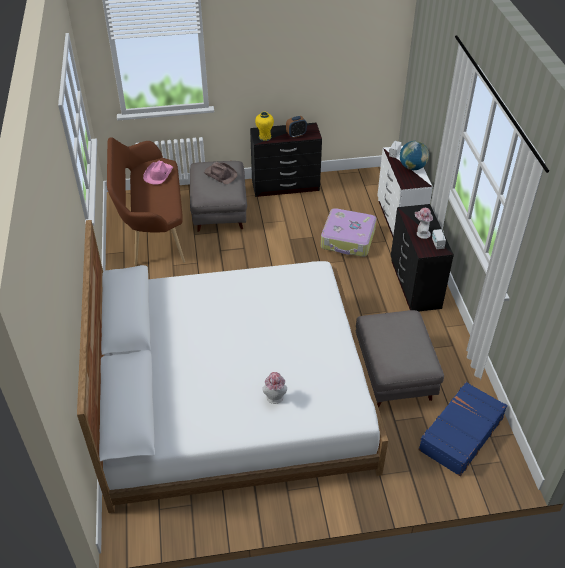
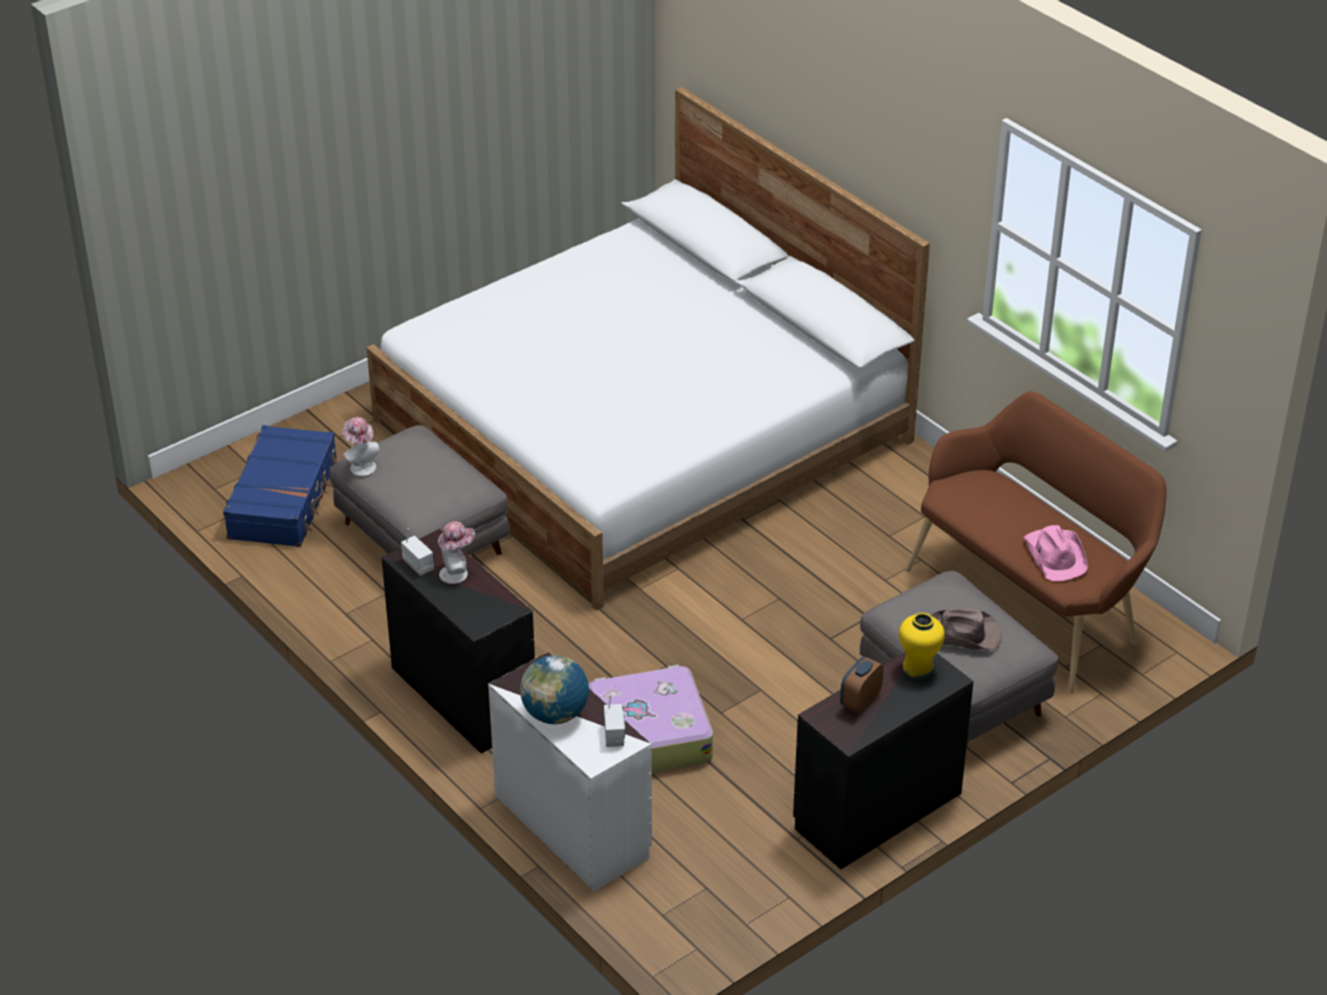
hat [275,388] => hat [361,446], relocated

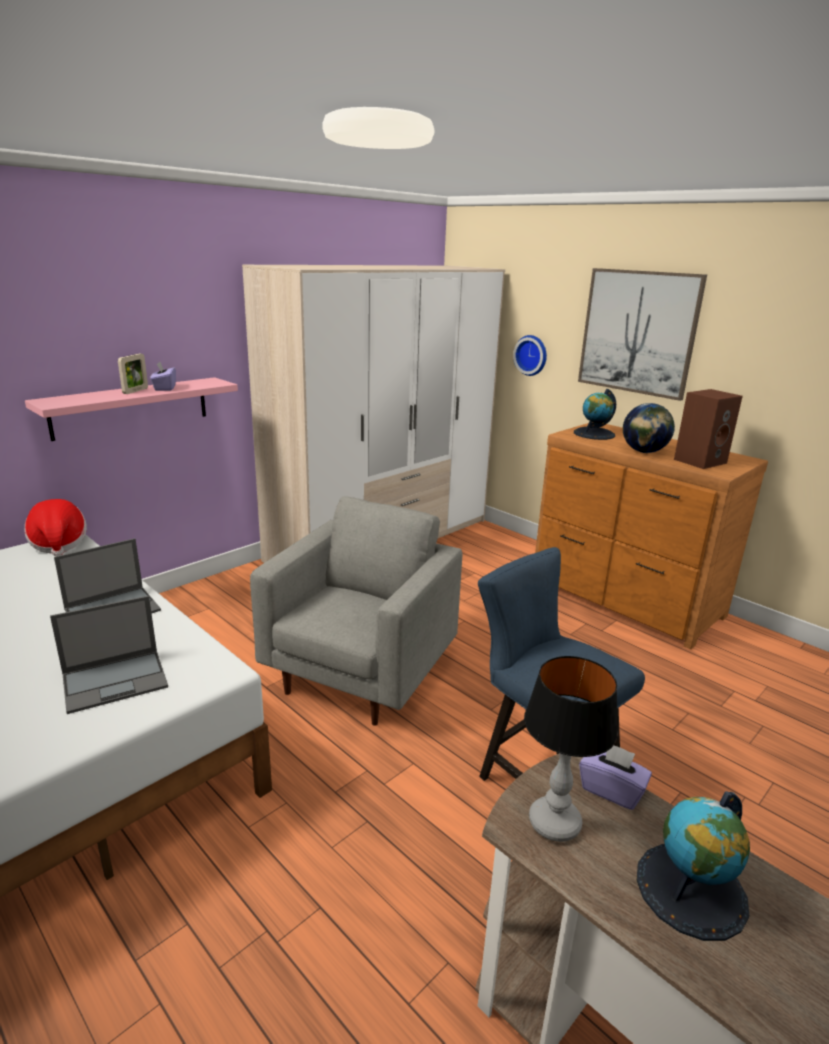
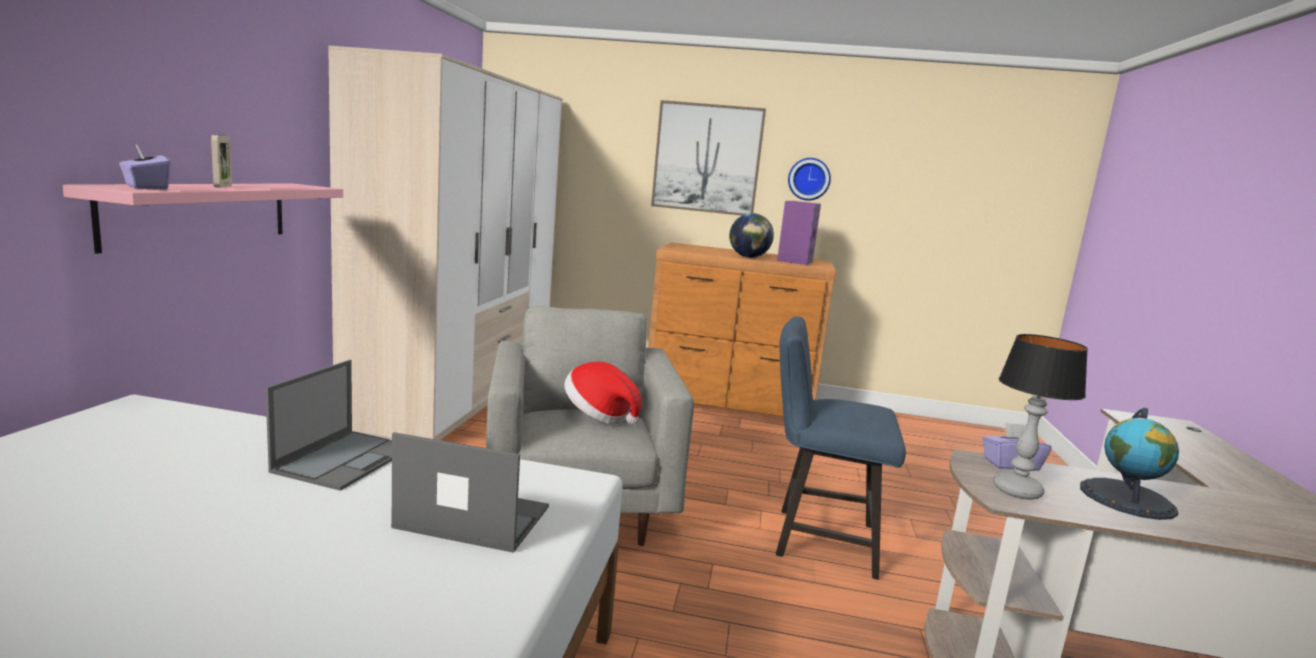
world globe [595,414] => nothing
hat [56,527] => hat [603,393], relocated
tissue box/purple-coloured [163,376] => tissue box/purple-coloured [145,167], relocated
clock on the wall [530,355] => clock on the wall [809,179], relocated
loudspeaker/brownish [708,429] => loudspeaker/purple-coloured [799,233]
portable computer [109,655] => portable computer [470,492], 105 degrees counterclockwise

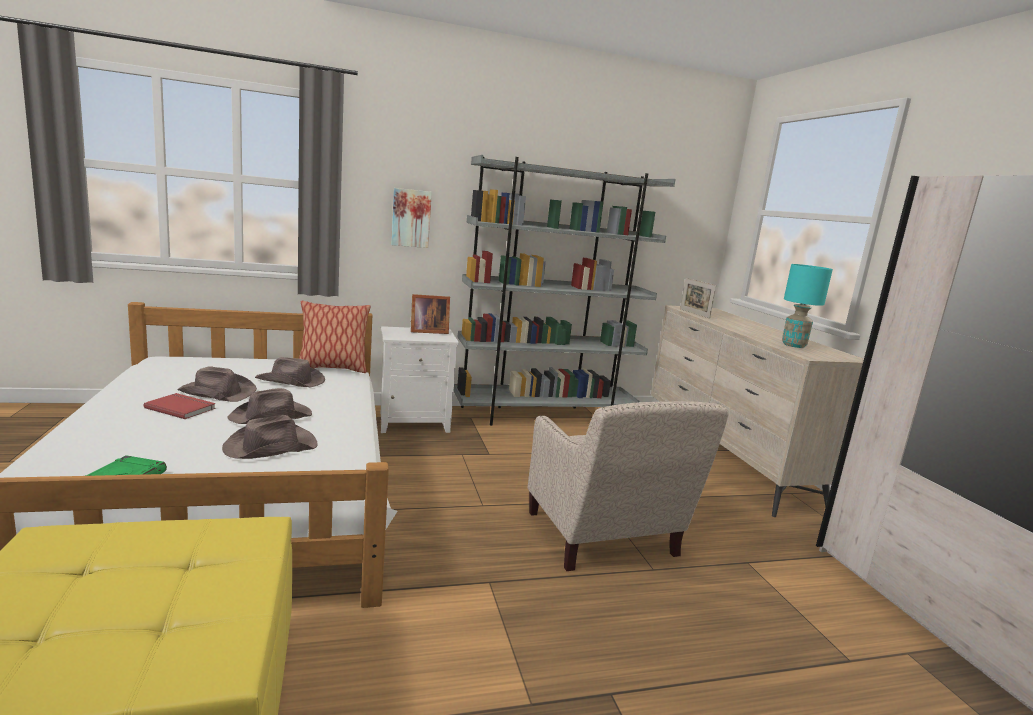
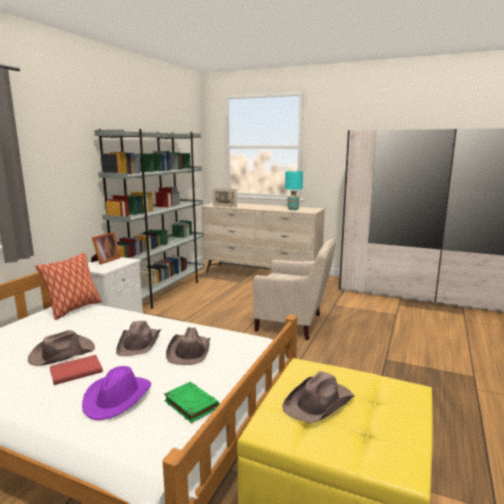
wall picture [411,218] => nothing
nothing => hat/purple-coloured [116,393]
hat/brownish [290,372] => hat/brownish [318,397], relocated

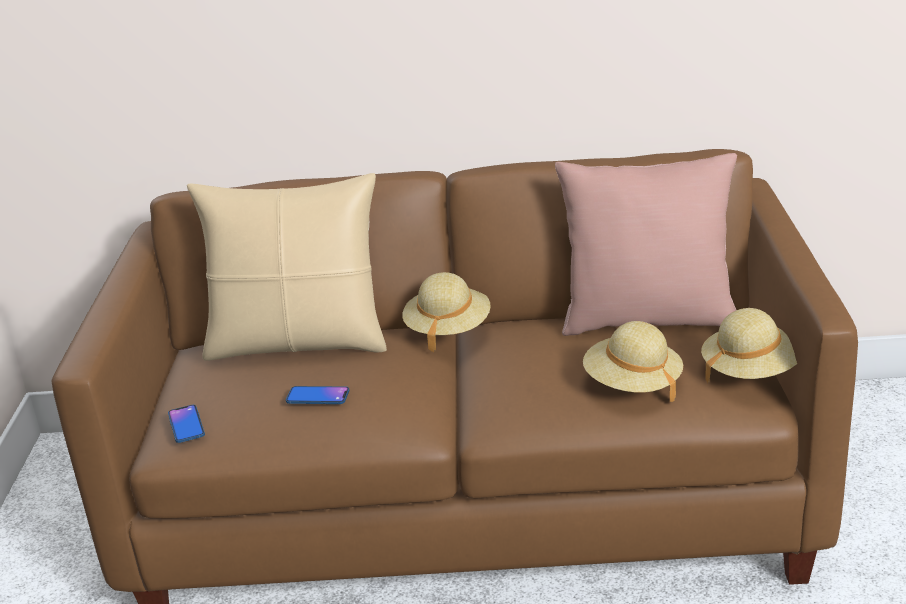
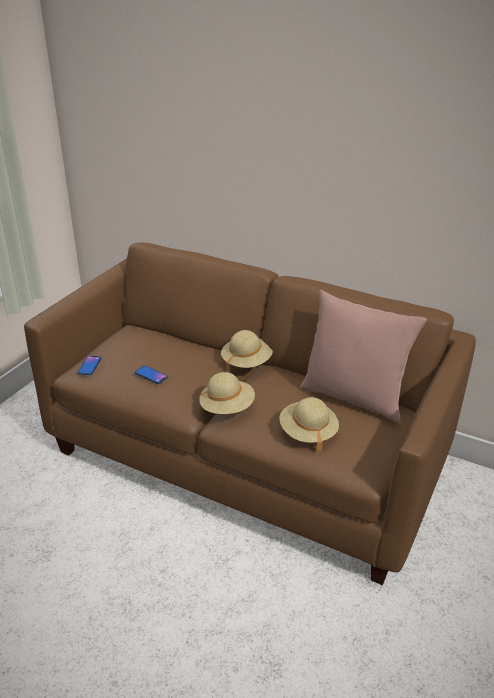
pillow/beige-coloured [287,267] => nothing
hat/beige-coloured [749,345] => hat/beige-coloured [227,393], relocated

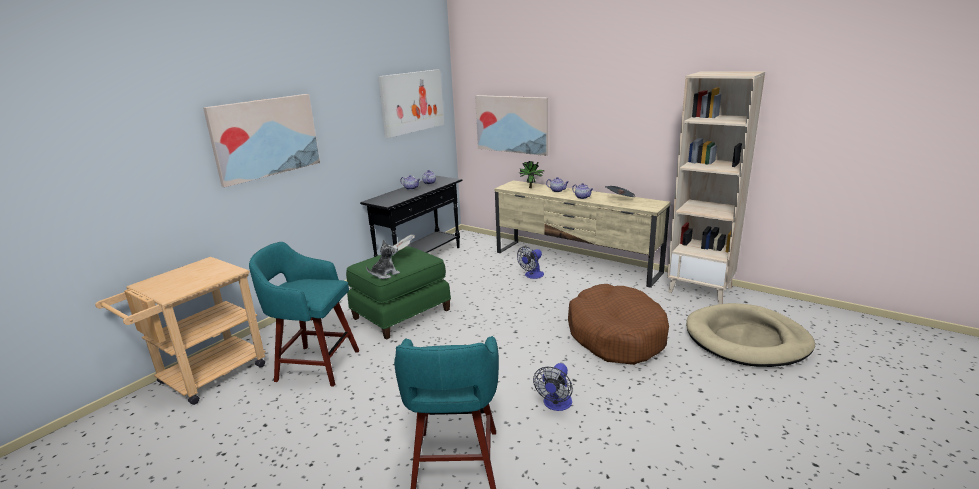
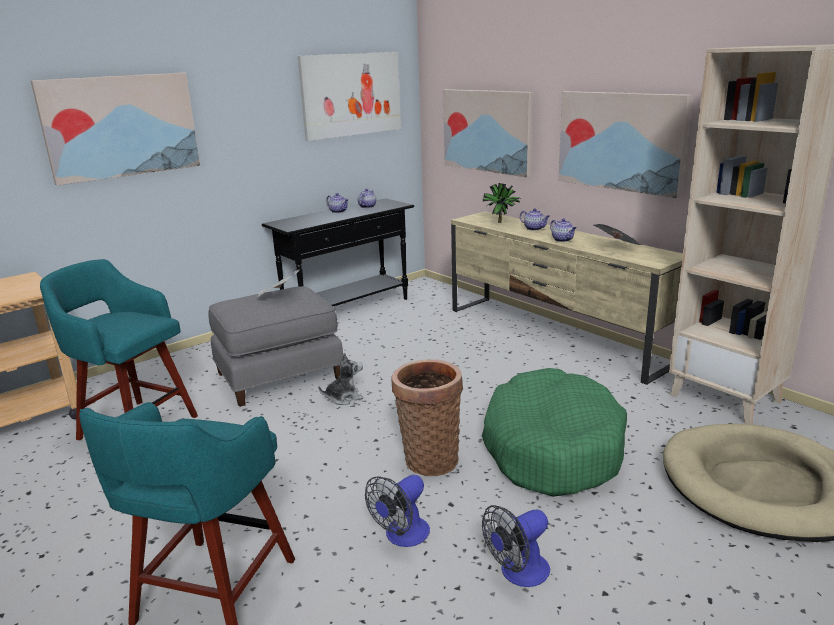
nothing => household basket [427,417]
nothing => wall picture [625,145]
cuddly toy [383,259] => cuddly toy [340,379], relocated
cooling fan [530,262] => cooling fan [516,546], relocated
footrest/green-coloured [398,293] => footrest/gray [275,346]
dog cushion/brownish [618,324] => dog cushion/green-coloured [554,432]

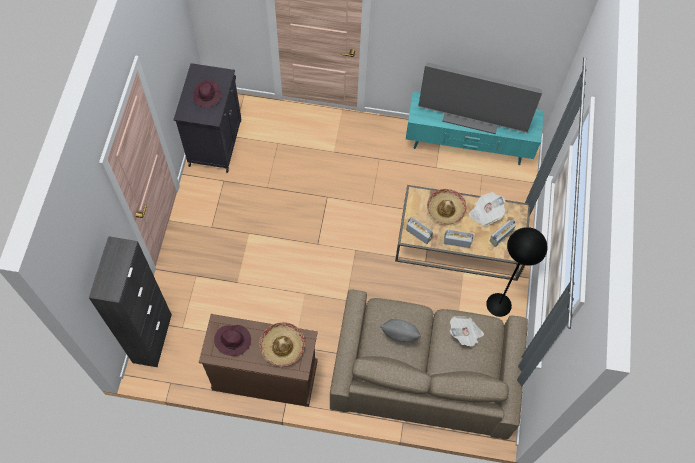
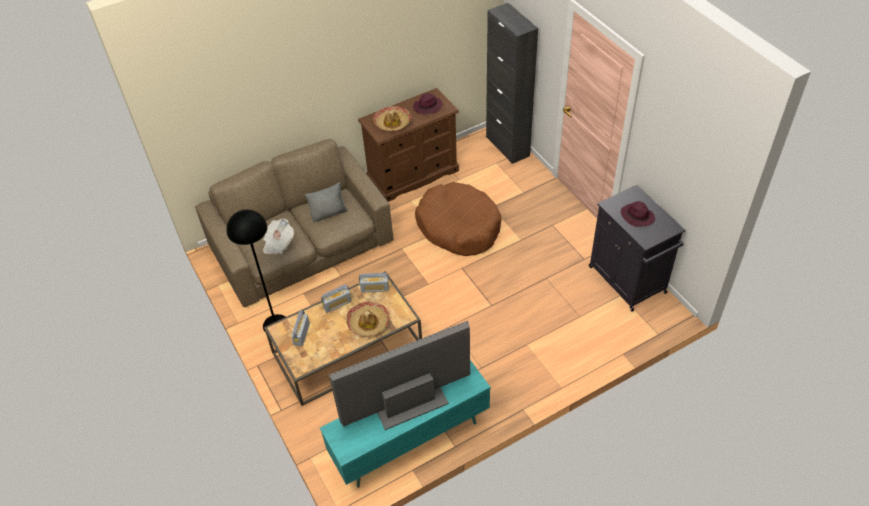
printed paper [487,209] => nothing
nothing => dog cushion/brownish [458,219]

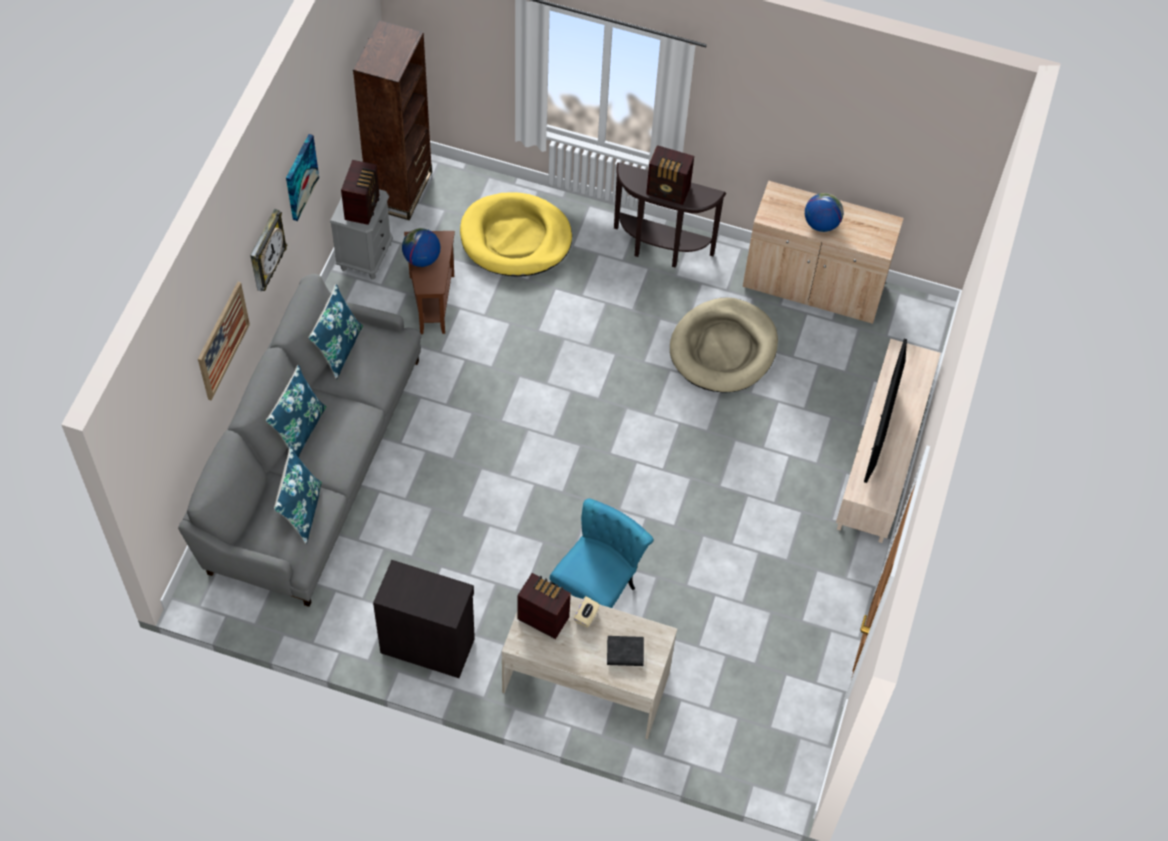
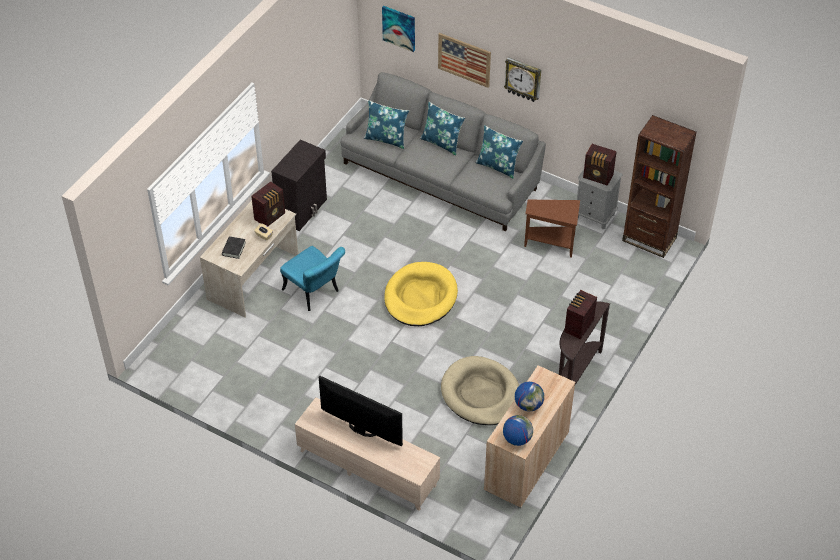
wall picture [302,177] => wall picture [398,29], relocated
world globe [421,247] => world globe [518,430], relocated
dog cushion/yellow-coloured [516,234] => dog cushion/yellow-coloured [421,294], relocated

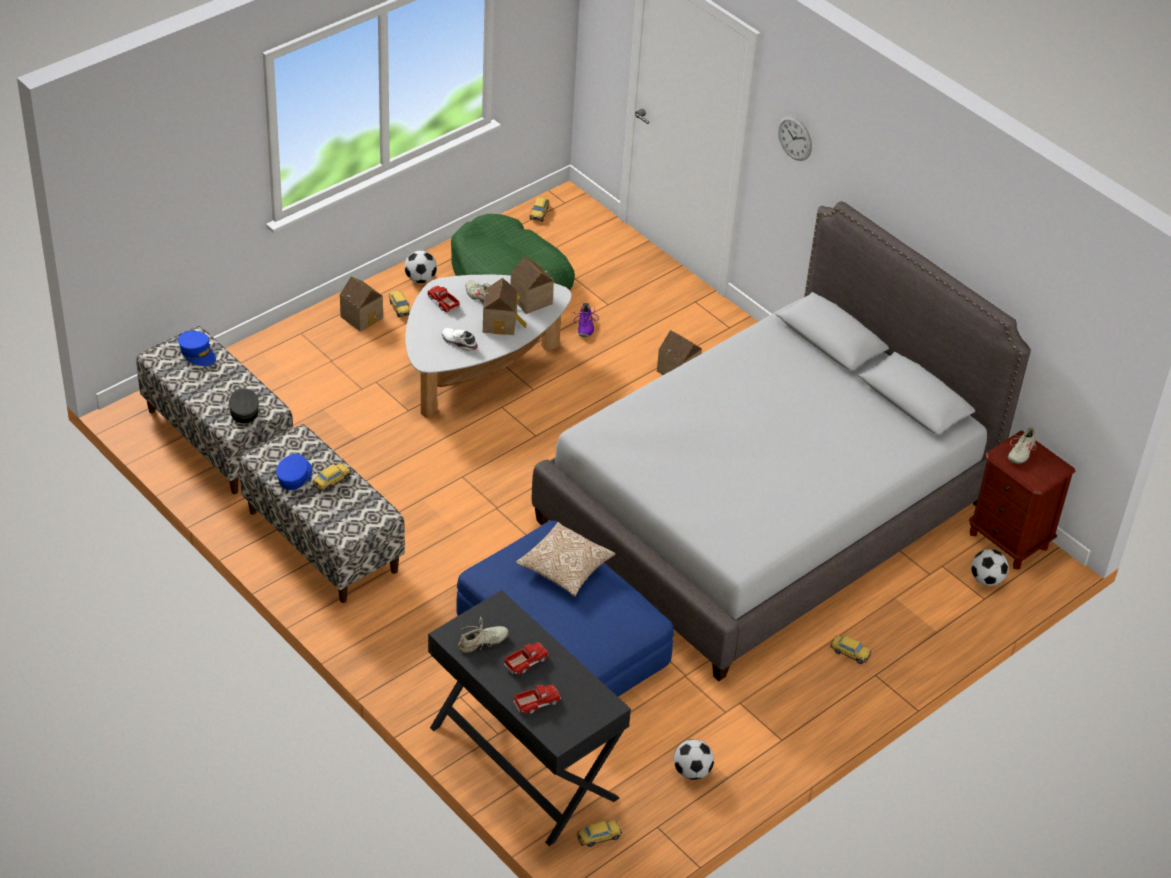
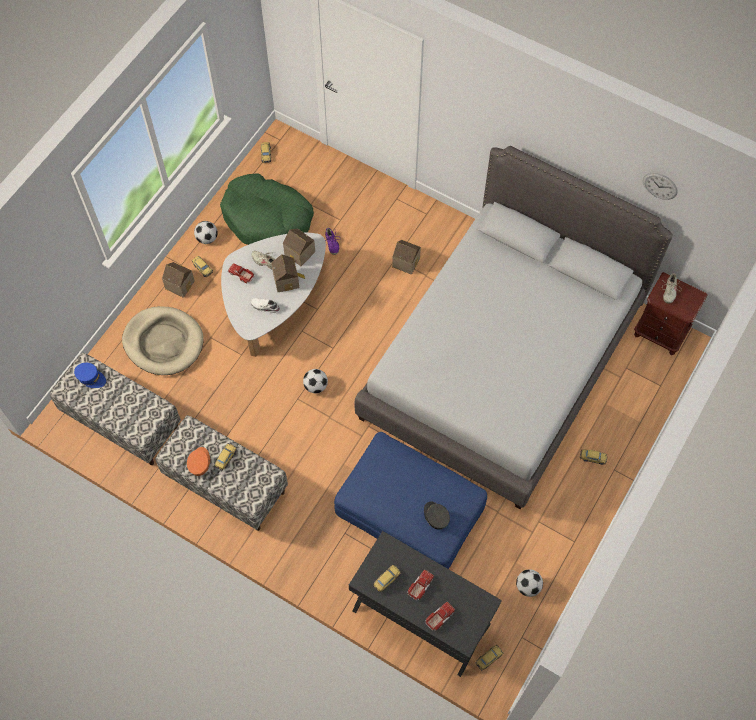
pillow [565,559] => nothing
nothing => dog cushion/beige-coloured [163,340]
baseball cap/gray [244,405] => baseball cap/gray [437,516], relocated
clock on the wall [794,138] => clock on the wall [660,186], relocated
ball for football [990,567] => ball for football [315,381], relocated
item of footwear/beige-coloured [483,635] => model car [387,579]
baseball cap/blue-coloured [294,472] => baseball cap/orange [198,461]

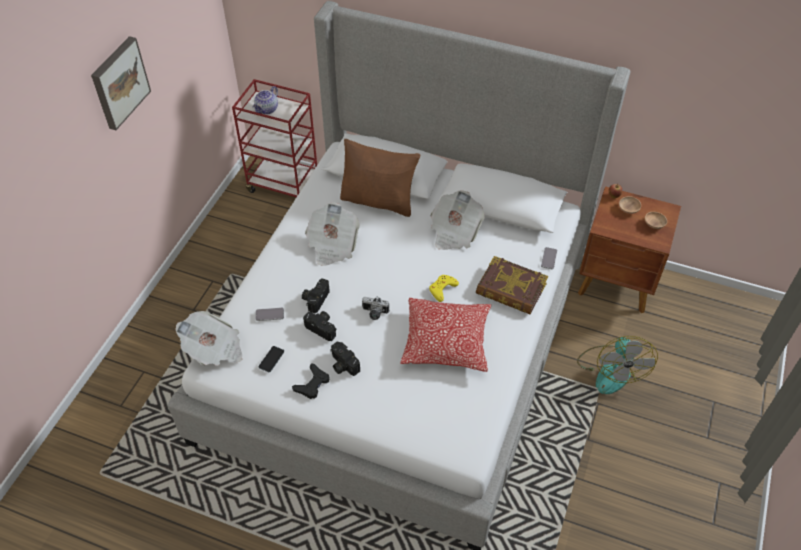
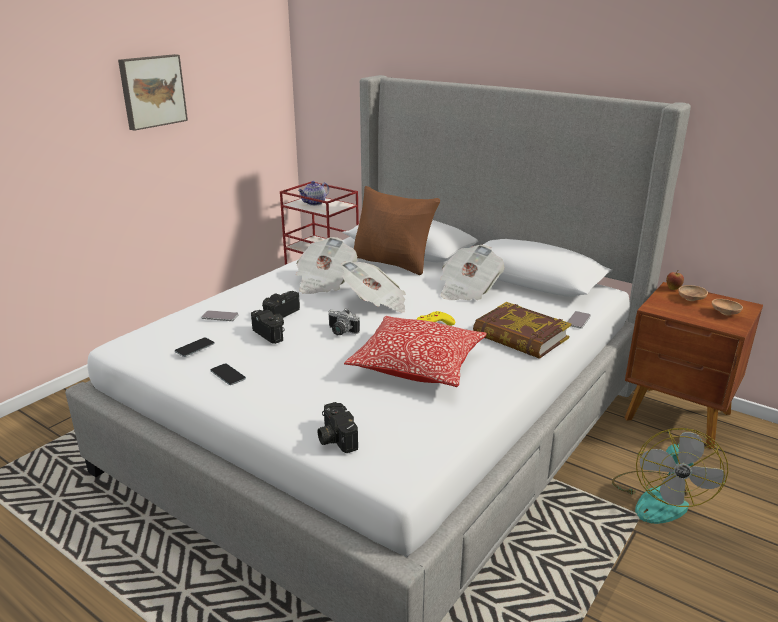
printed paper [209,338] => printed paper [373,286], relocated
still camera [345,359] => still camera [338,427], relocated
game controller/black [310,381] => telephone [228,374]

